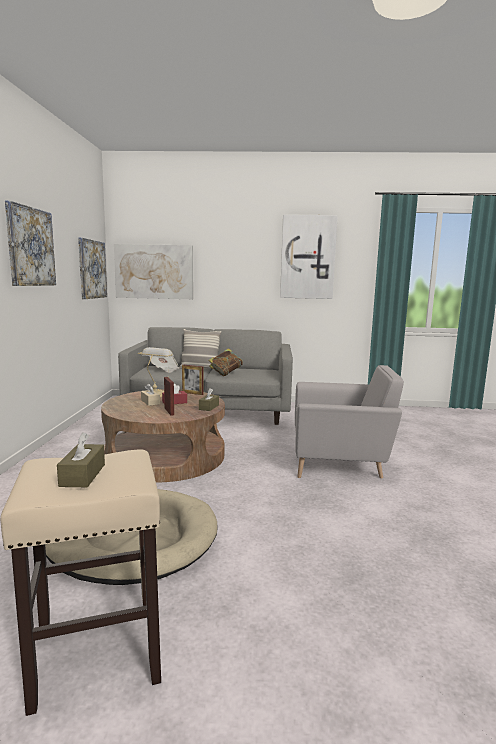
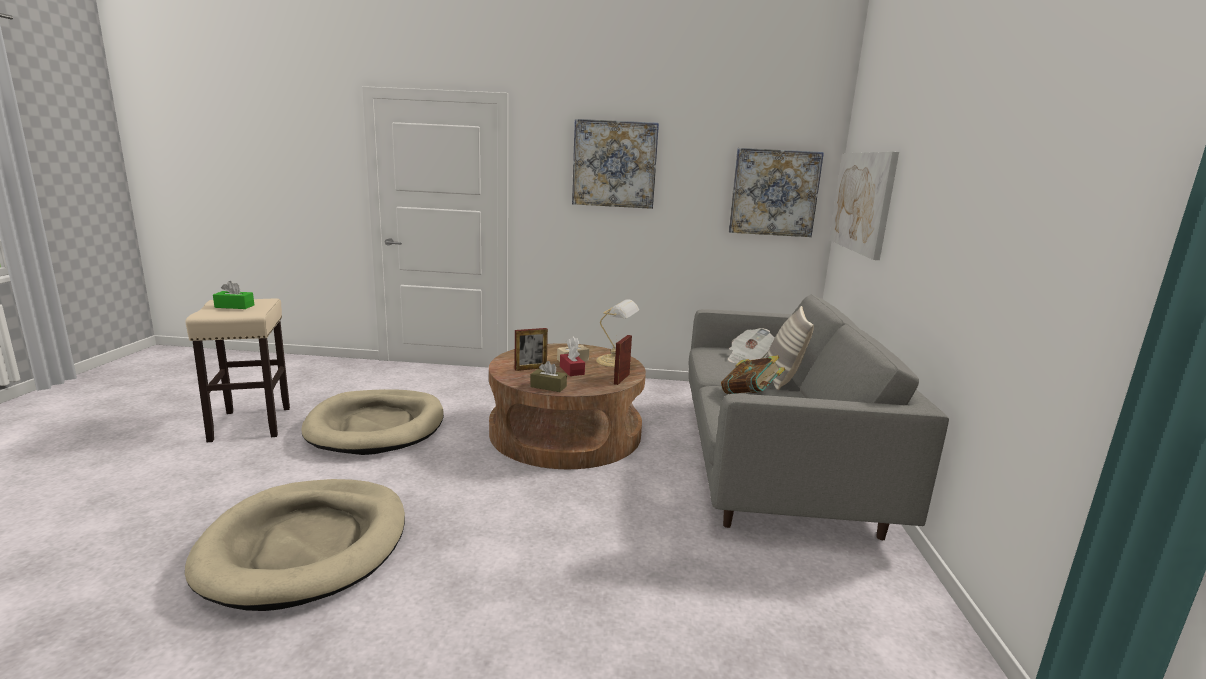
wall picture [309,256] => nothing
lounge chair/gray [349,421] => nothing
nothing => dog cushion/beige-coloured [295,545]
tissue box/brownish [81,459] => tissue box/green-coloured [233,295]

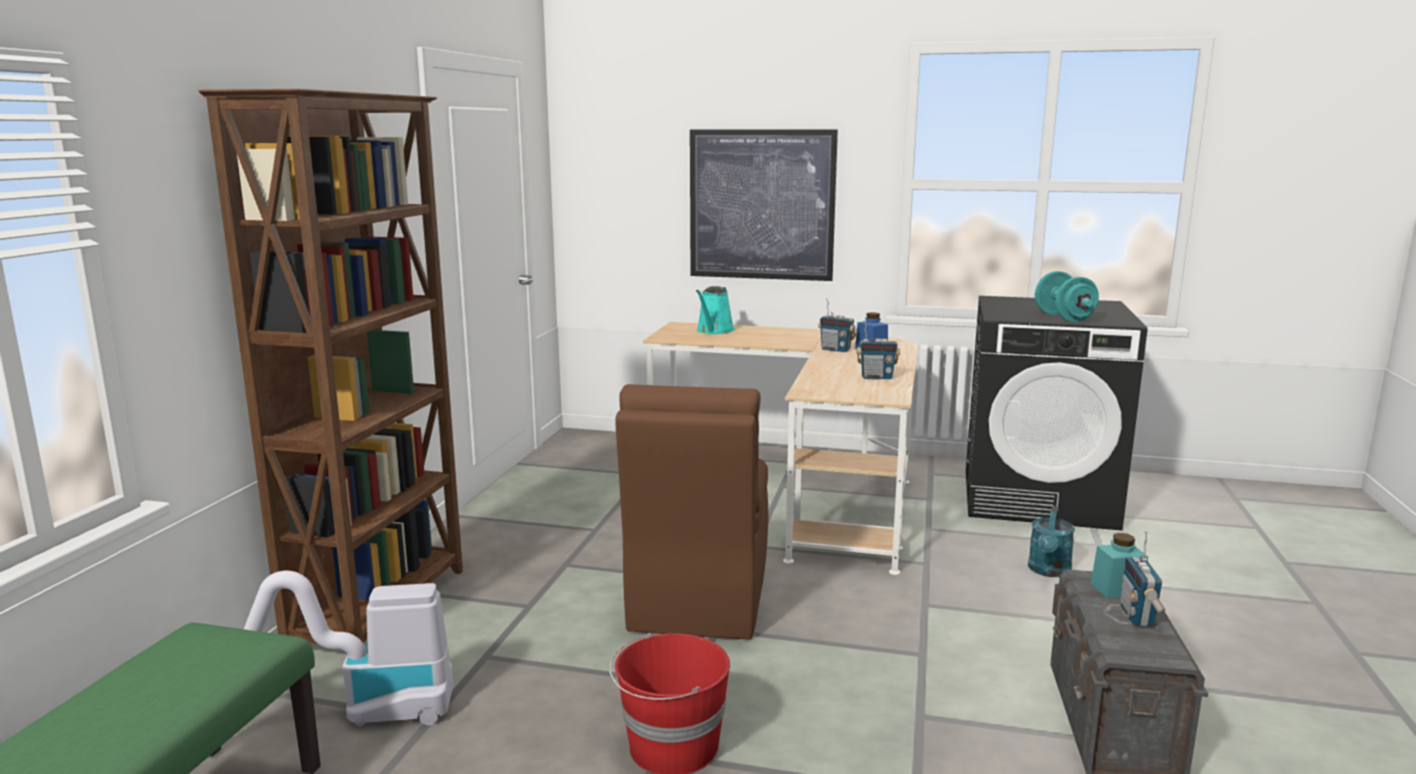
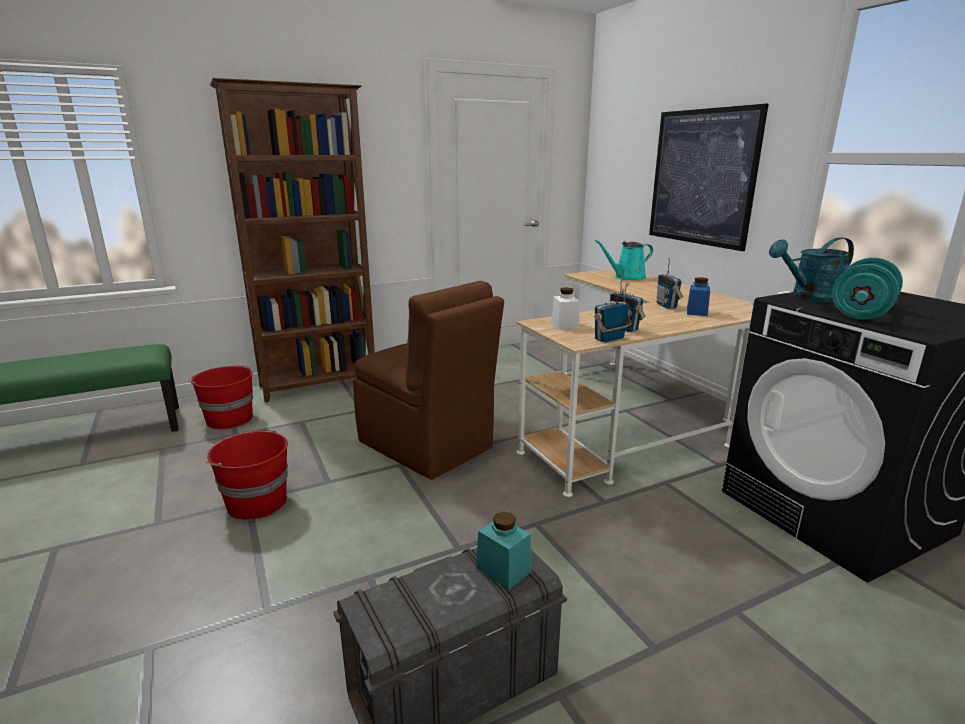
nothing => jar/whitish [566,308]
watering pot/blue-green [1051,541] => watering pot/blue-green [811,270], relocated
radio [1143,579] => radio [612,313], relocated
vacuum cleaner [348,649] => water bucket/red-coloured [221,397]
chair/brownish [691,512] => chair/brownish [428,380], 105 degrees counterclockwise

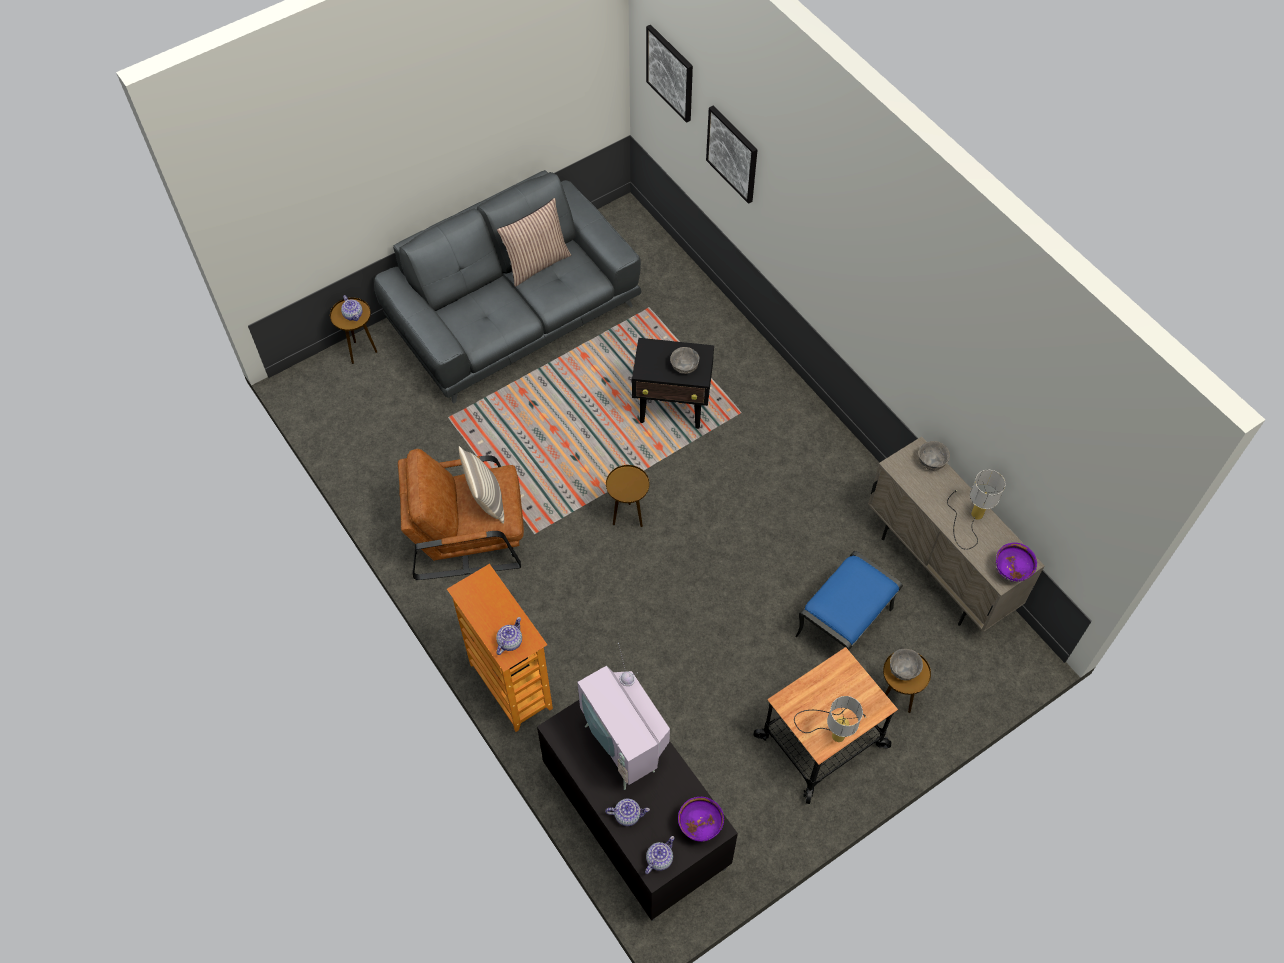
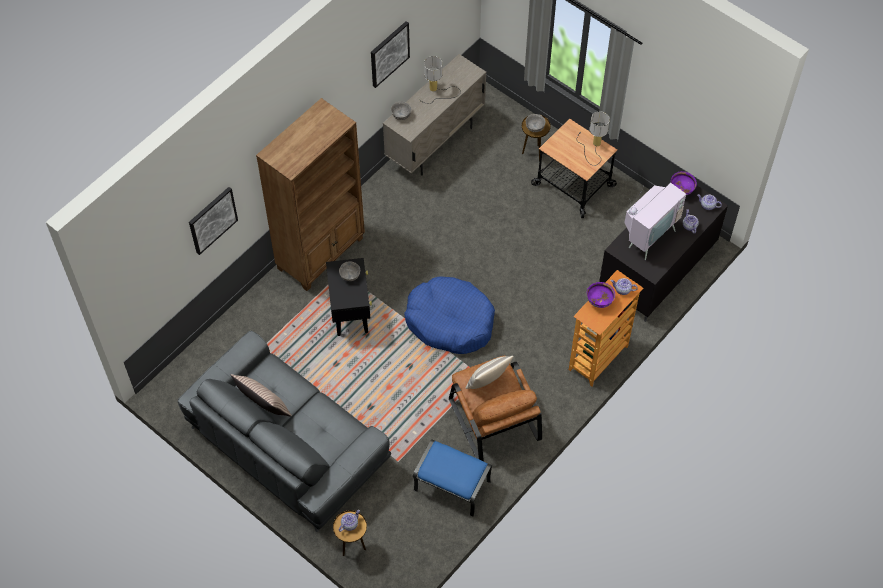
nothing => bookshelf/brownish [310,194]
wall picture [669,74] => wall picture [390,54], relocated
footrest/blue-coloured [849,600] => footrest/blue-coloured [452,478], relocated
deep dish/purple-coloured [1016,562] => deep dish/purple-coloured [601,295], relocated
side table/brownish [628,496] => dog cushion/blue-coloured [449,315]

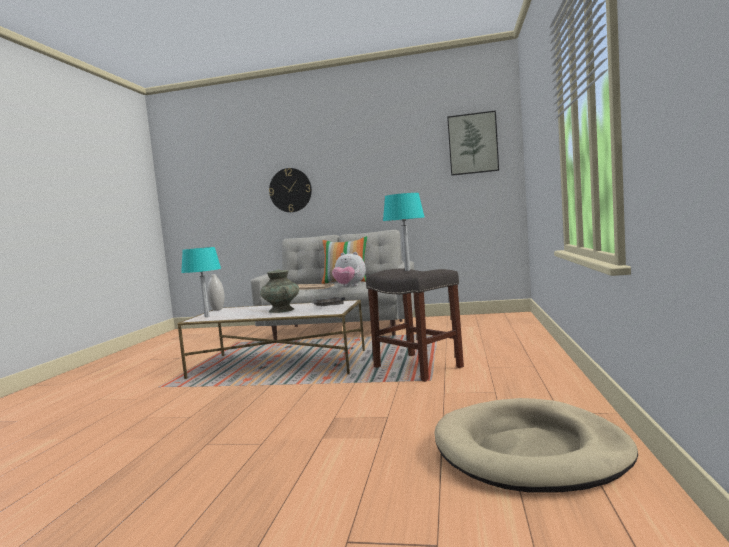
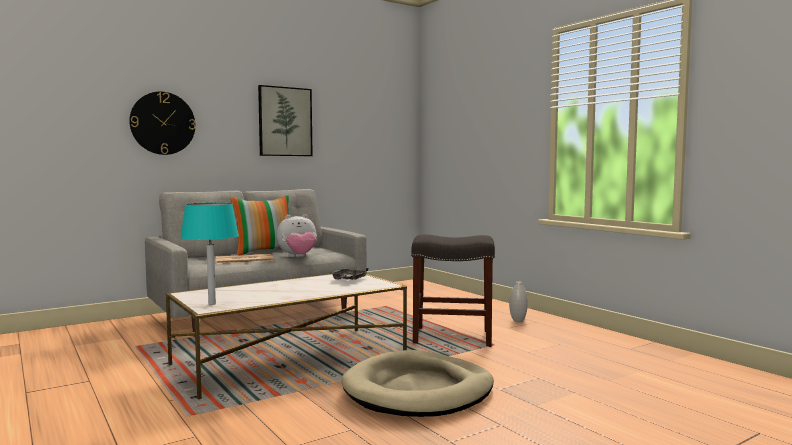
vase/blue-green [279,291] => nothing
tabletop lamp/blue-green [403,232] => nothing
vase/whitish [216,292] => vase/whitish [518,301], relocated
dog cushion/beige-coloured [536,445] => dog cushion/beige-coloured [417,383], relocated
wall picture [473,143] => wall picture [285,120], relocated

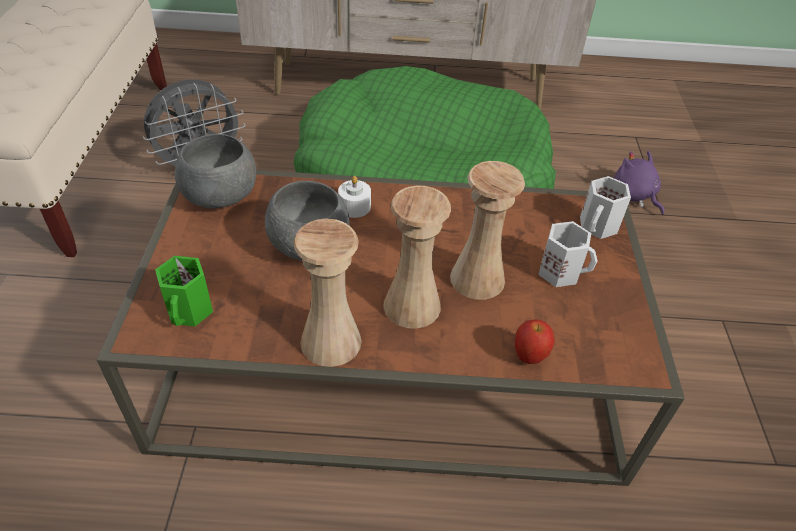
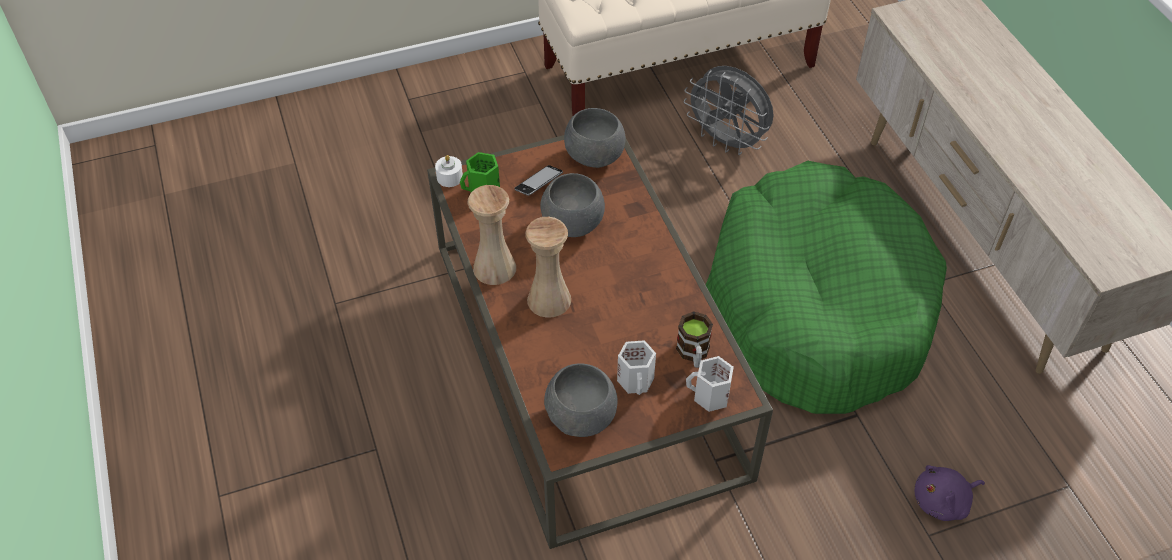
vase/beige-coloured [487,230] => nothing
whole apple [535,342] => nothing
nothing => telephone [539,180]
nothing => deep dish/gray [580,400]
nothing => coffee mug [694,339]
wax candle/whitish [354,197] => wax candle/whitish [449,171], relocated
cuddly toy/purple-coloured [639,183] => cuddly toy/purple-coloured [950,493], 150 degrees counterclockwise

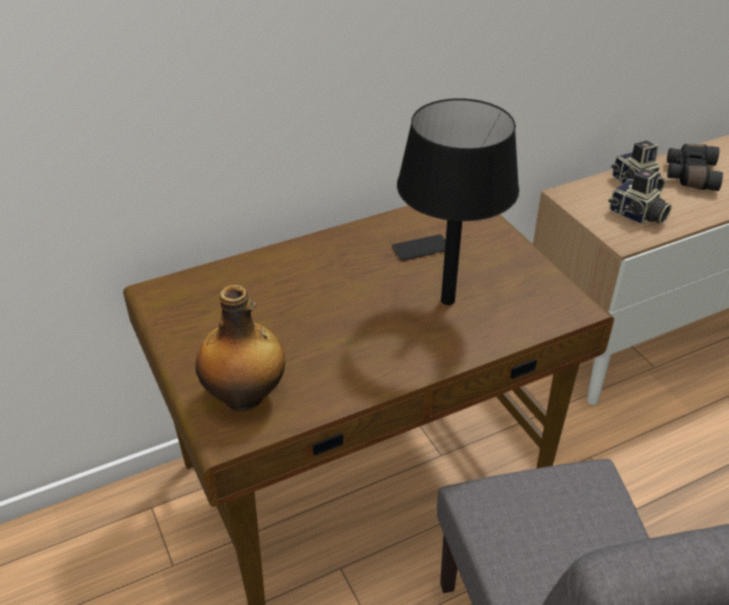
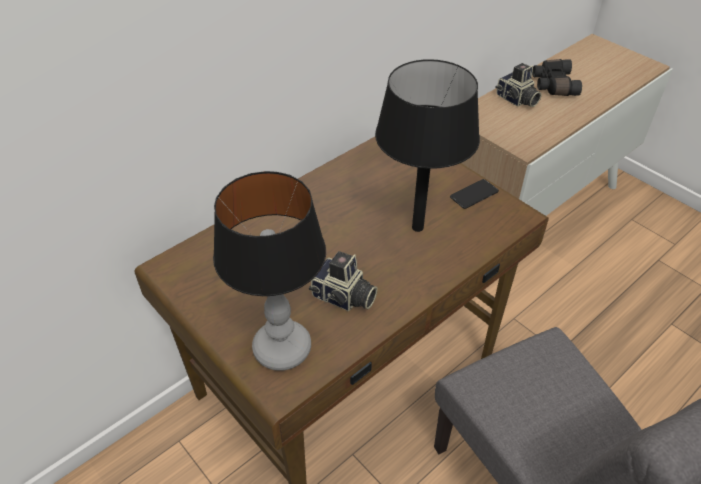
telephone [419,247] => telephone [474,194], relocated
still camera [640,197] => still camera [343,281], relocated
drink bottle [240,348] => tabletop lamp [269,271]

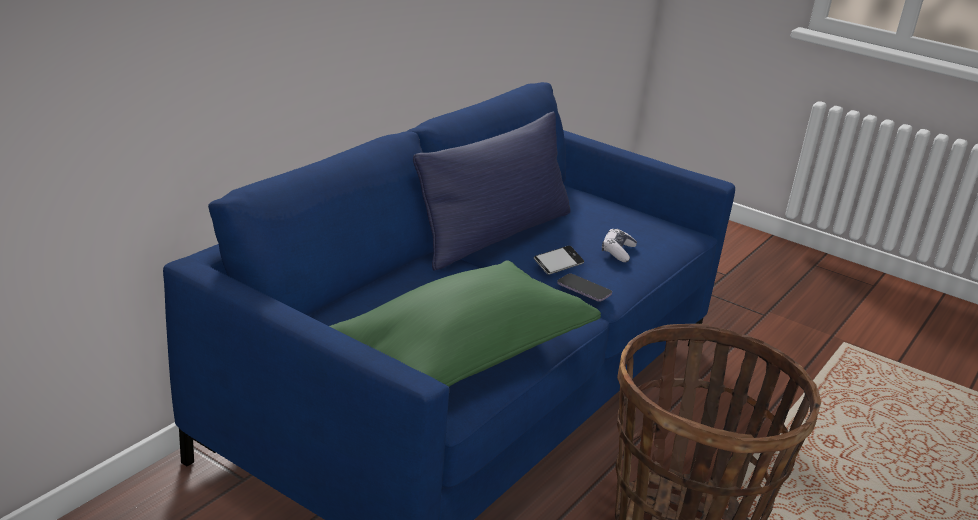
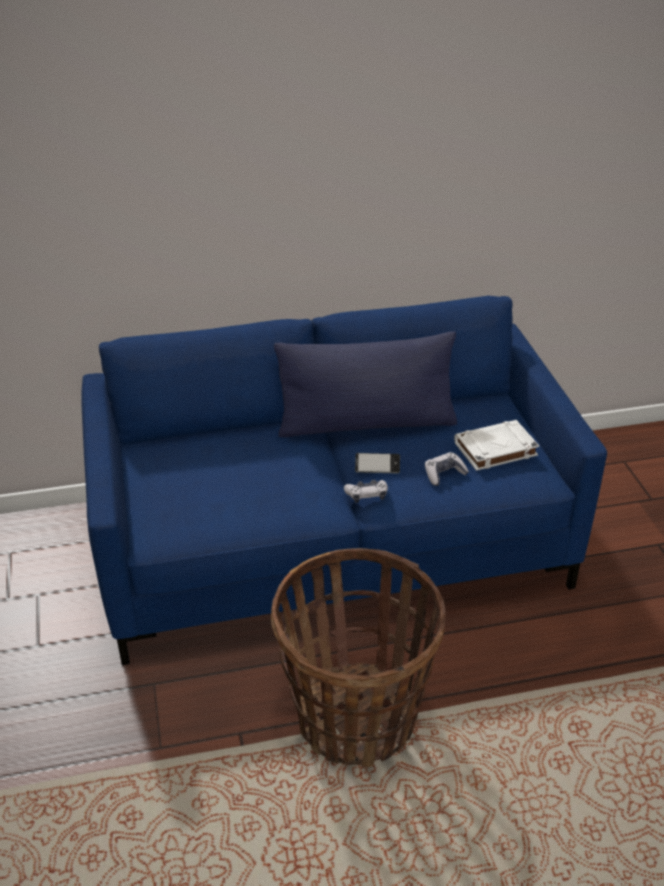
pillow/green-coloured [465,323] => nothing
nothing => bound book/whitish [496,445]
telephone [584,288] => game controller [366,491]

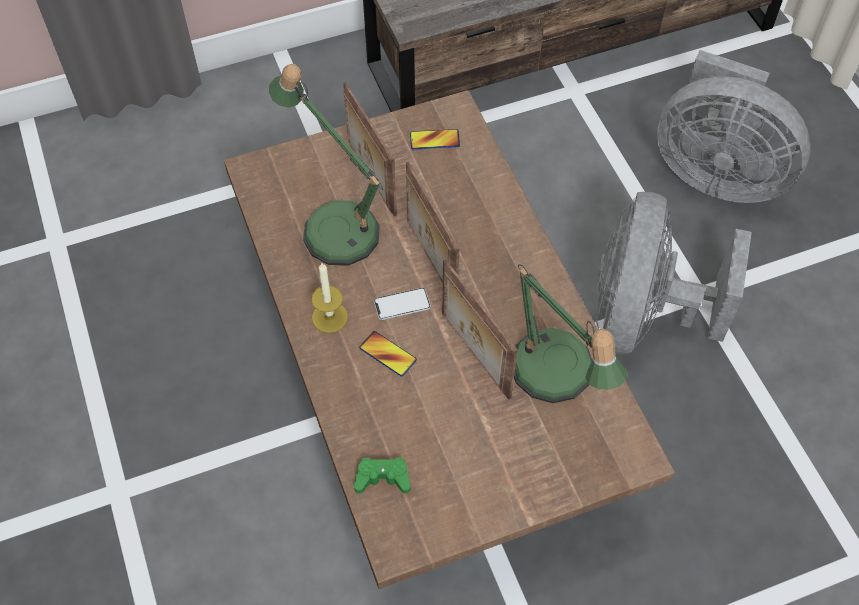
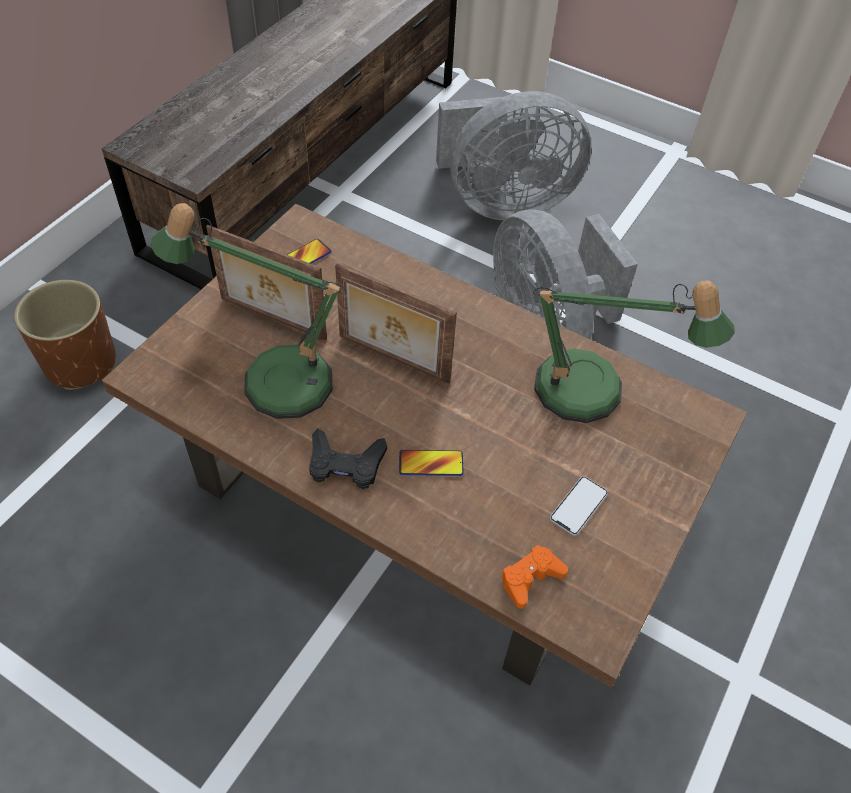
photo frame [480,329] => nothing
nothing => plant pot/brownish [65,335]
telephone [402,304] => telephone [579,506], relocated
wax candle [329,298] => game controller/black [348,458]
game controller/green-coloured [382,476] => game controller/orange [534,576]

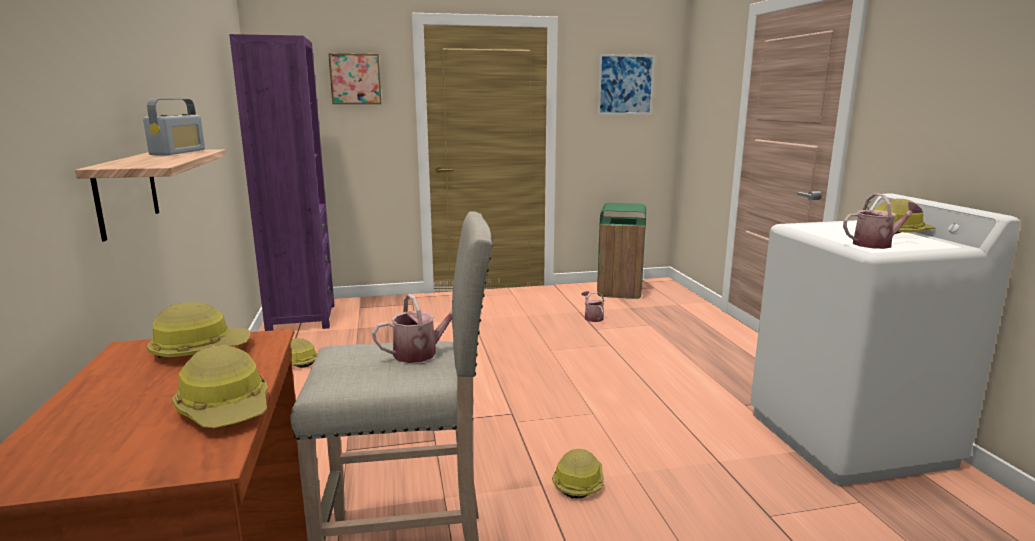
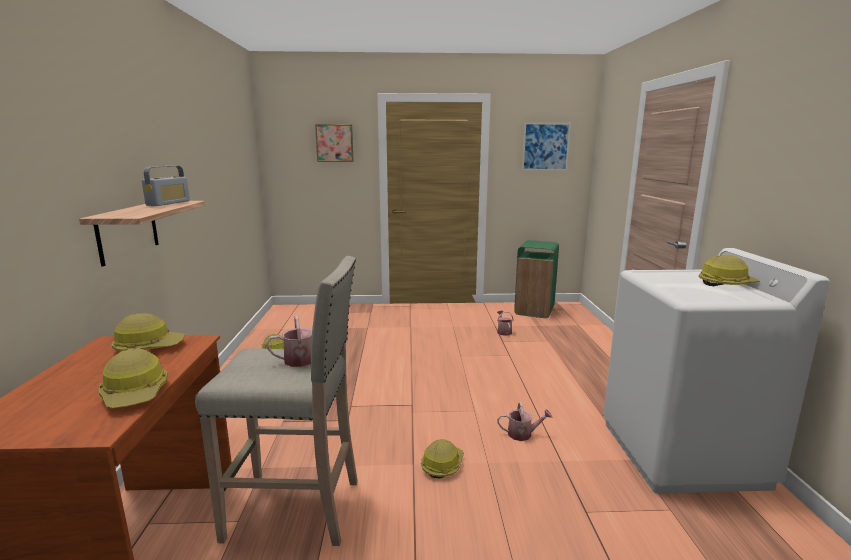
bookshelf/purple-coloured [281,182] => nothing
watering pot [883,221] => watering pot [524,421], relocated

